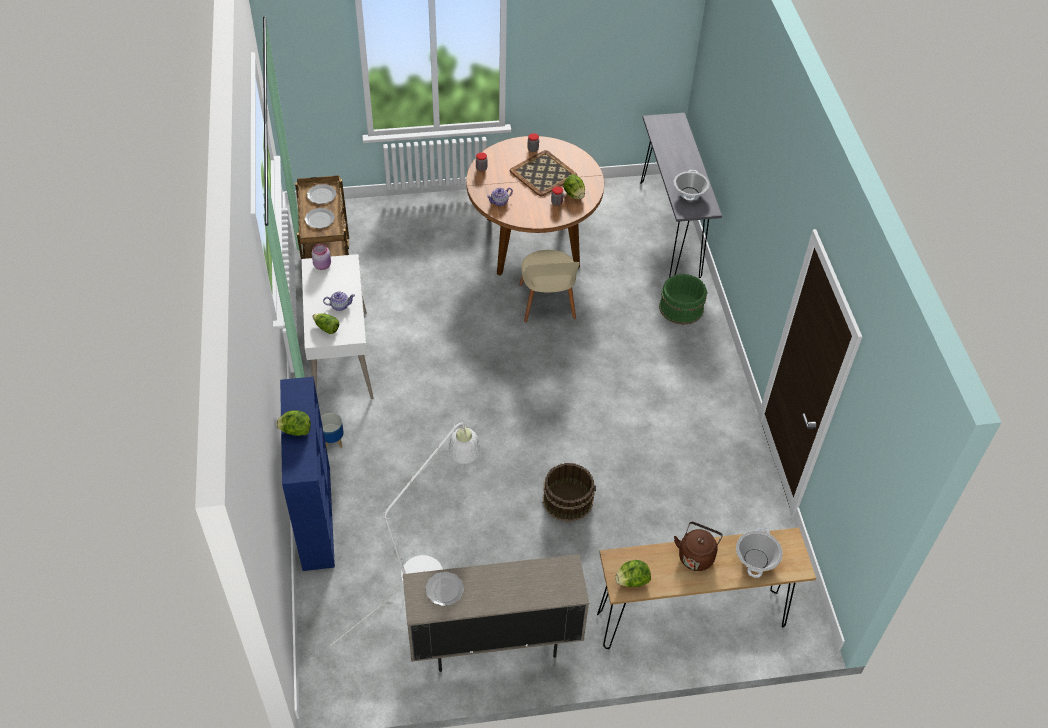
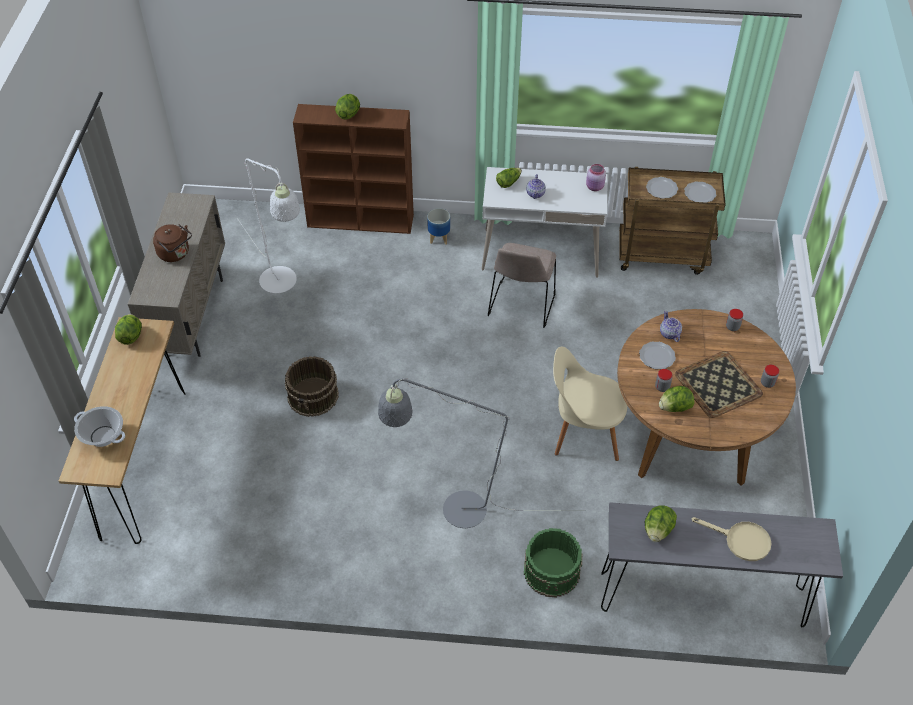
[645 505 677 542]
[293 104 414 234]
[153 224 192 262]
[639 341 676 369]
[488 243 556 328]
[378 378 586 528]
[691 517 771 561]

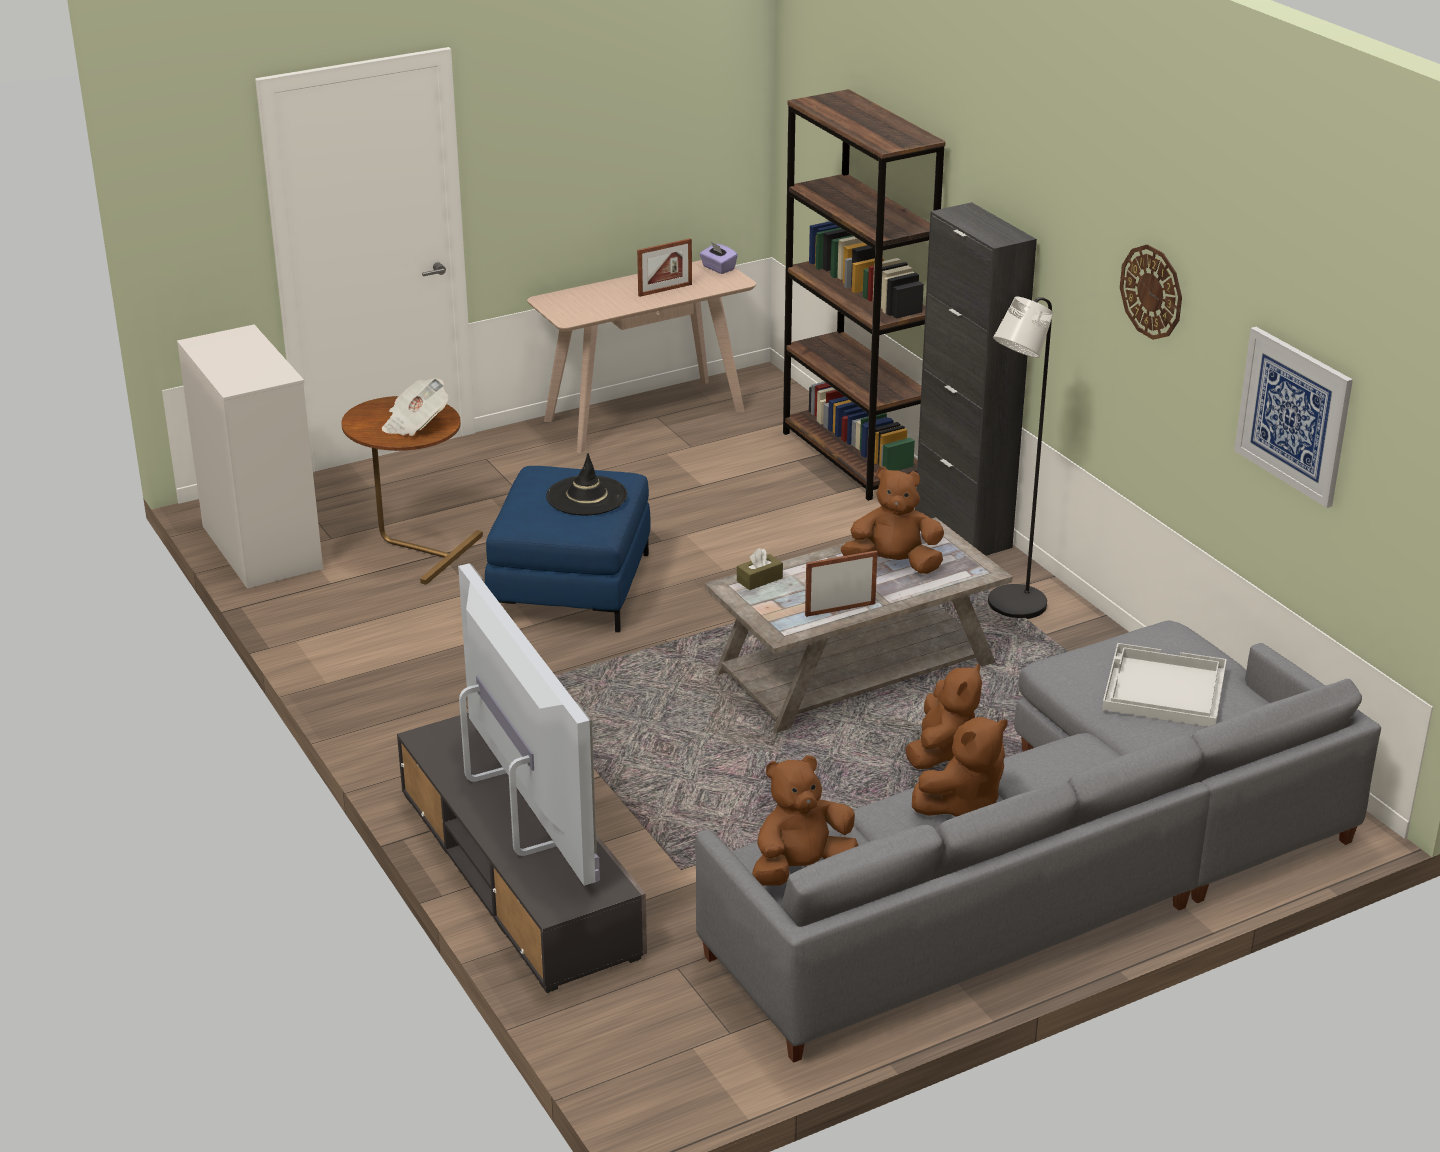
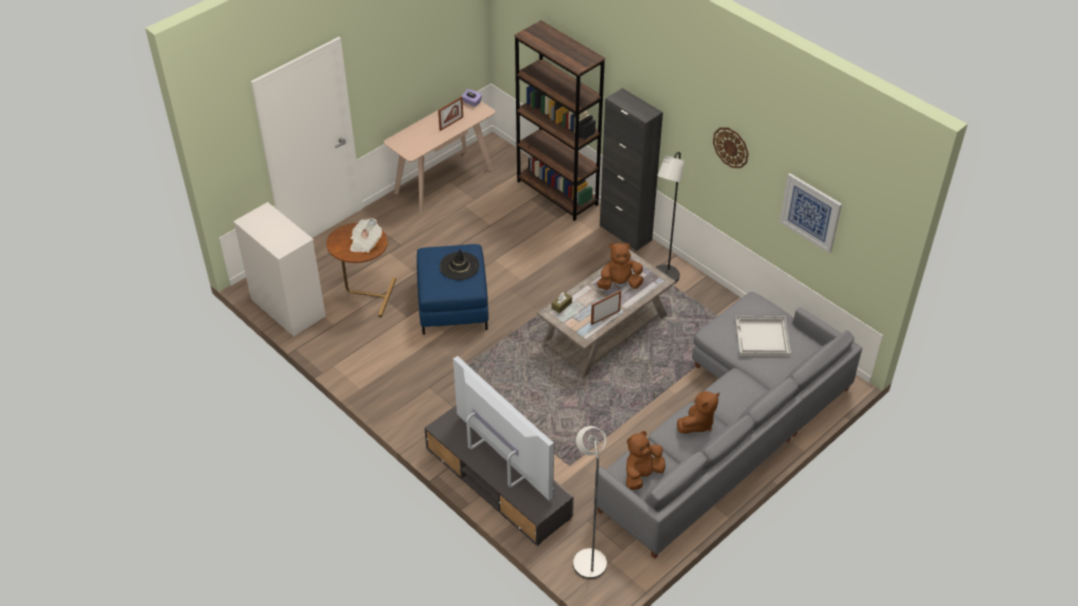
[905 663 982 769] (first image)
[573 426 607 579]

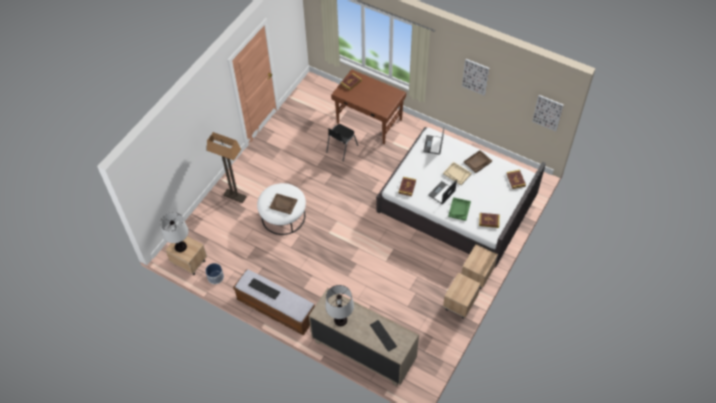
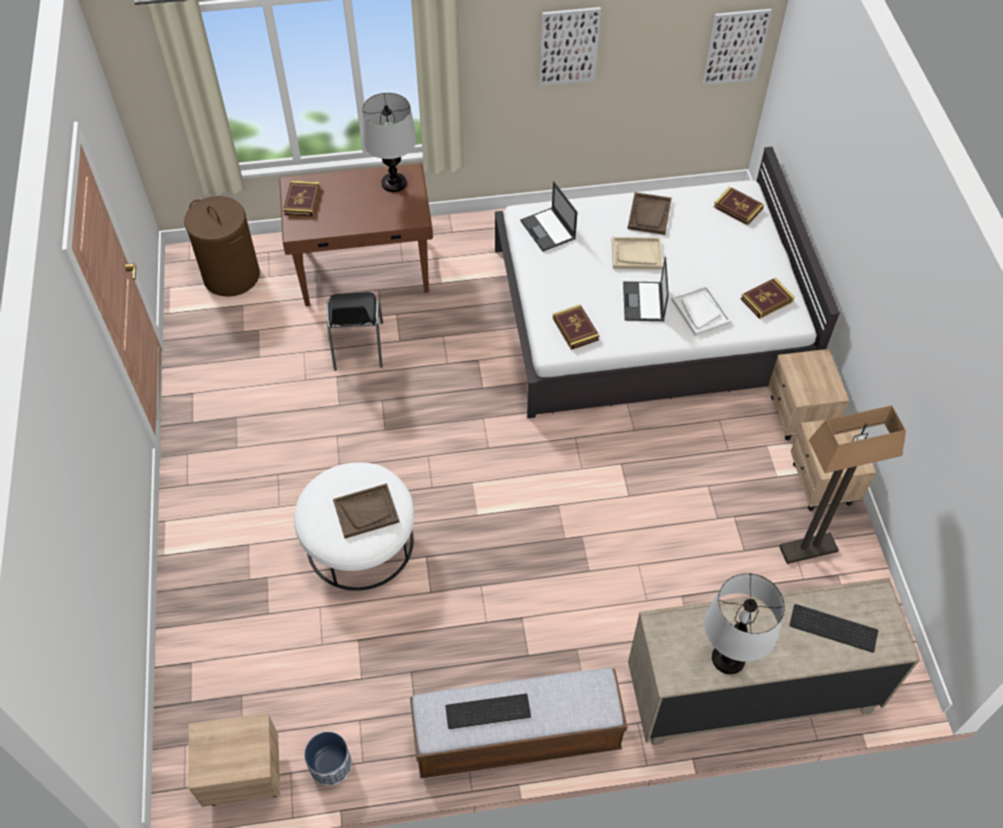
[779 405 906 564]
[671 285 731 336]
[362 93 417 192]
[184 196 260 297]

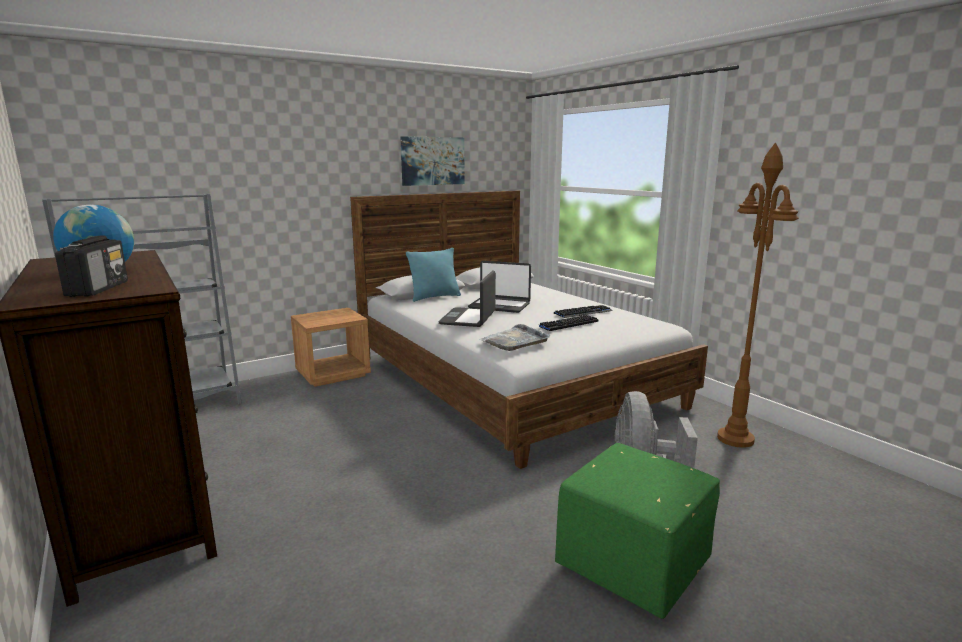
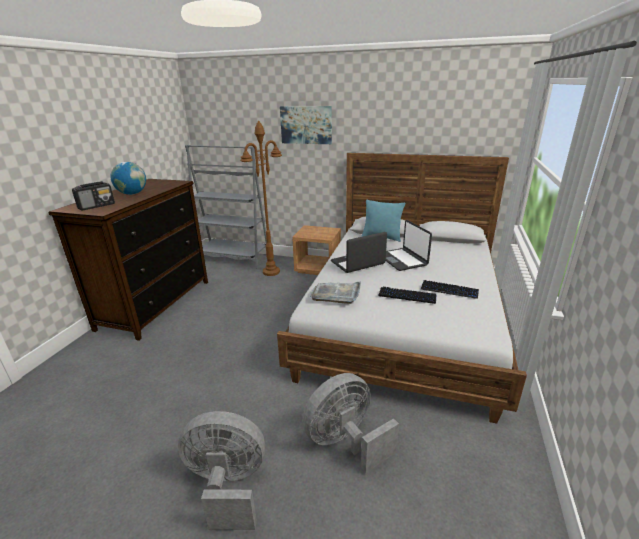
[280 106 332 144]
[240 120 282 276]
[178 411 265 530]

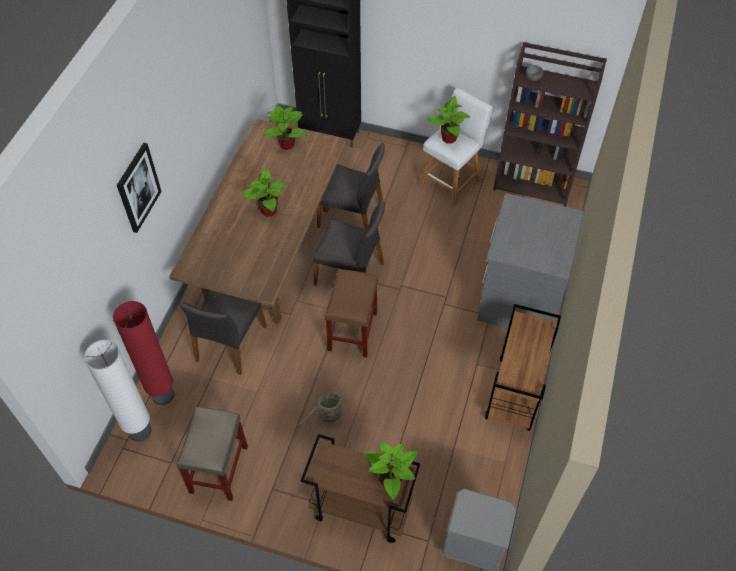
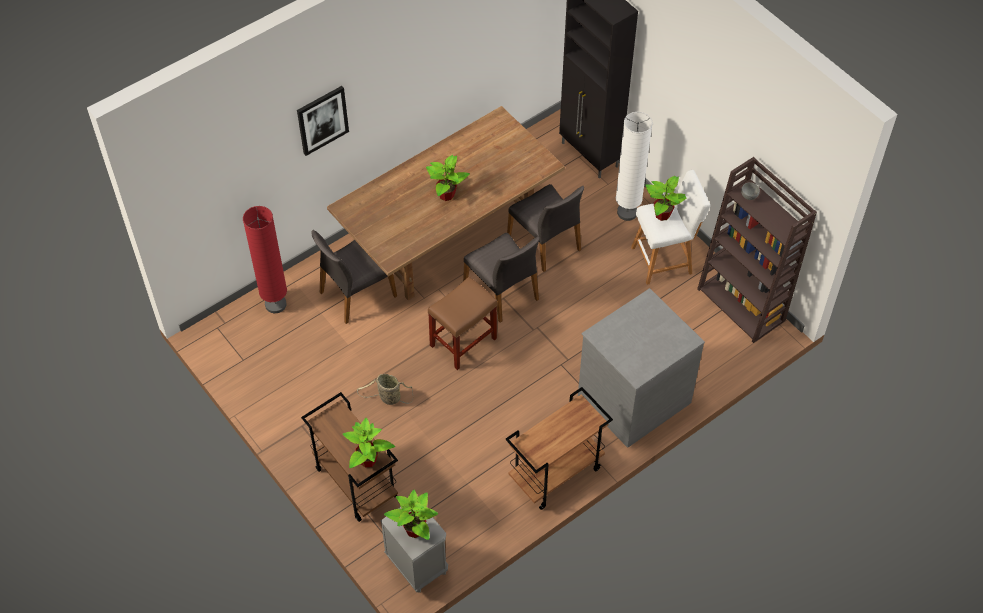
[384 490 439 540]
[616 112 653 221]
[177 407 248 501] (first image)

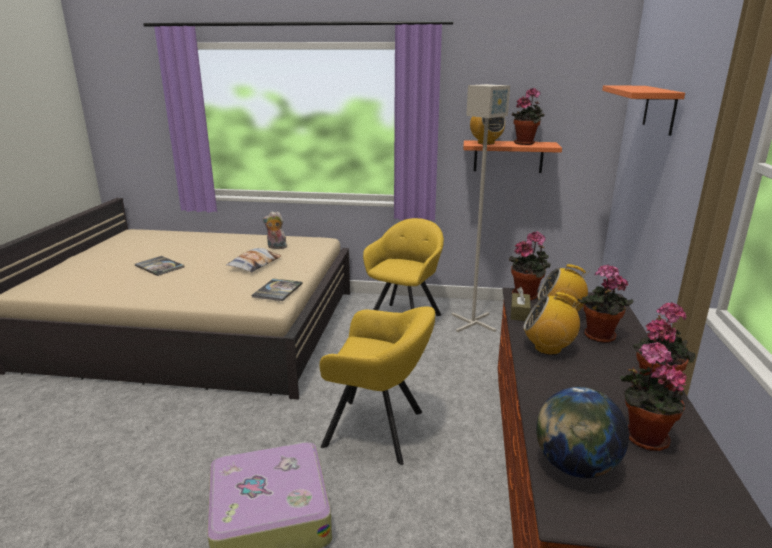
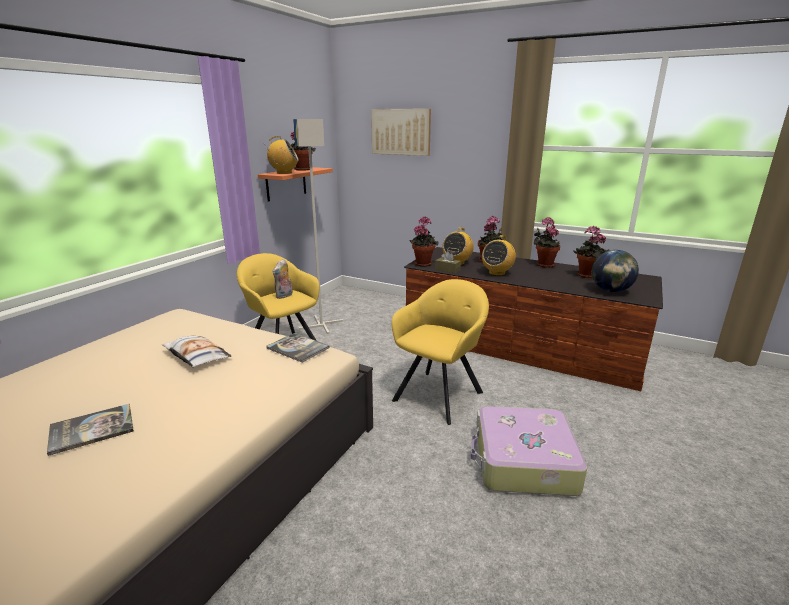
[371 109 431 156]
[272 259 293 299]

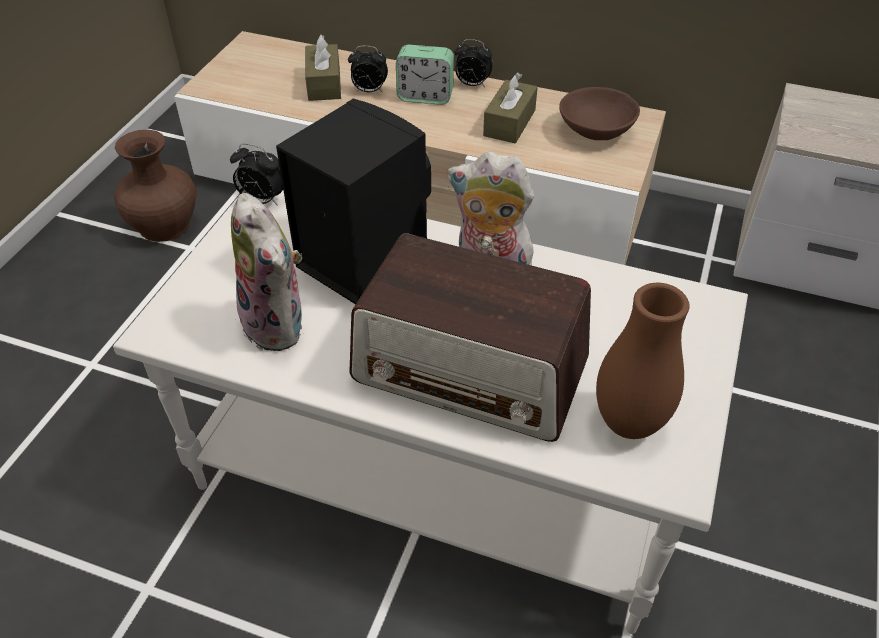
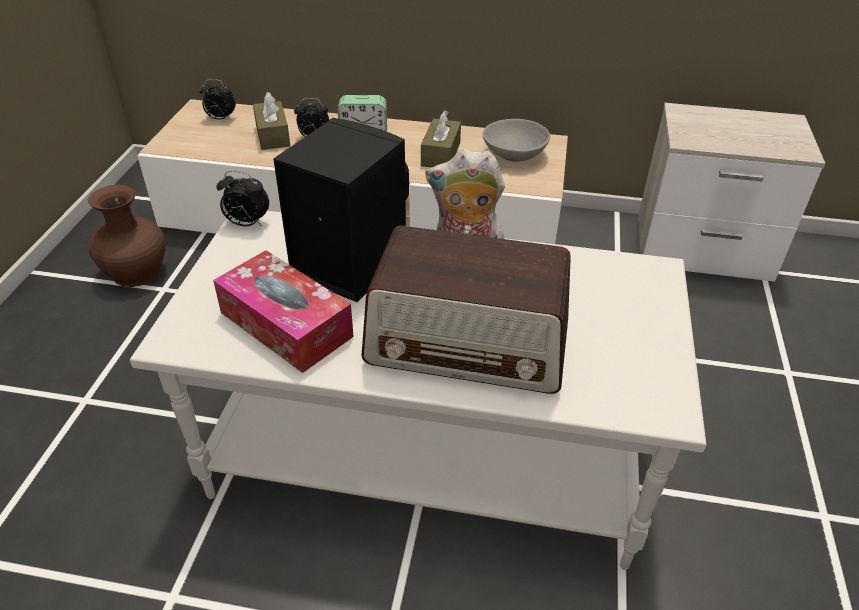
[199 79 236 120]
[483 119 550 162]
[213 250 353 373]
[596 282 690 439] (first image)

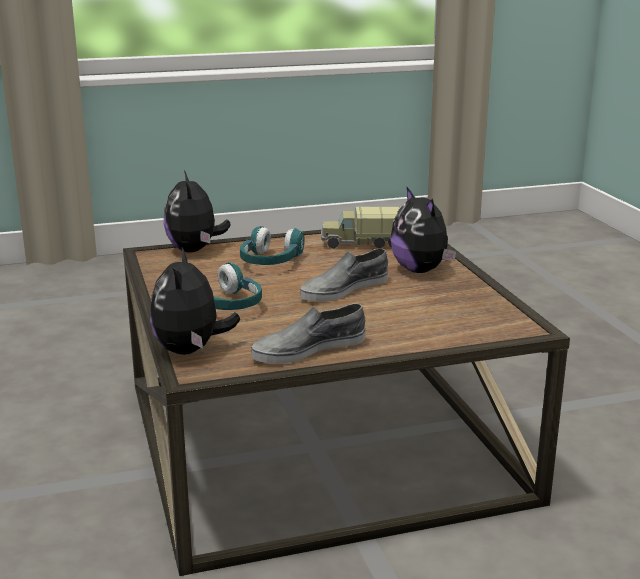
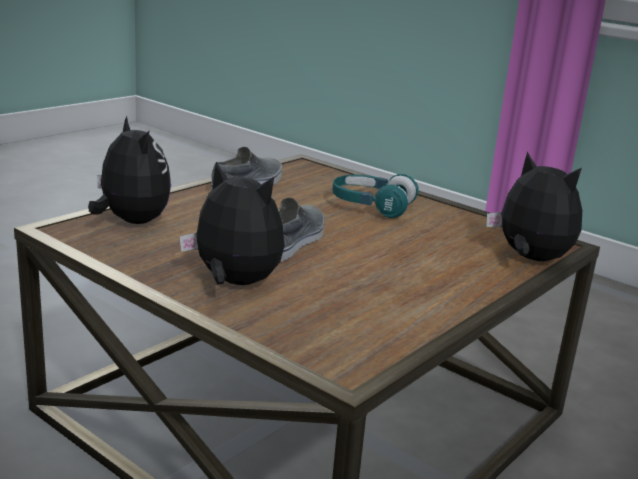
[321 206 401 249] (first image)
[240 226 305 265] (first image)
[88 116 171 224]

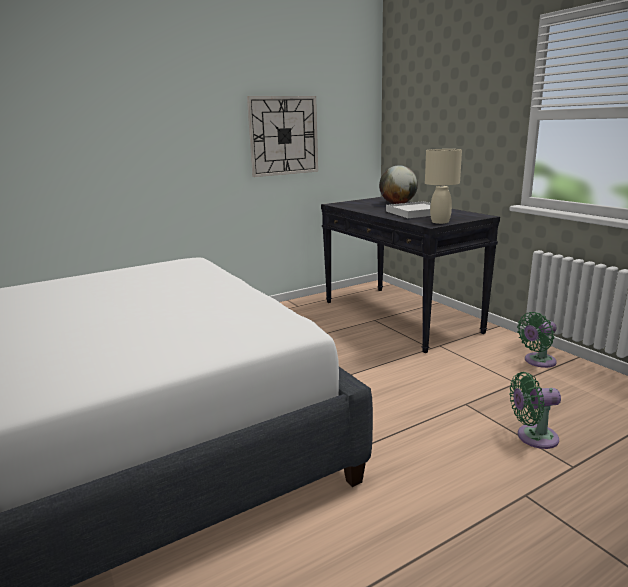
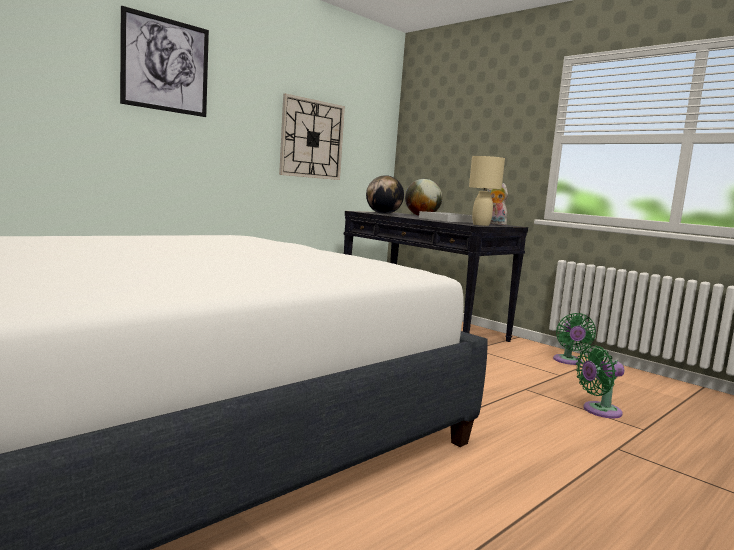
[553 313 596 365]
[120 6 209 117]
[366 175 404 214]
[488 183 508 225]

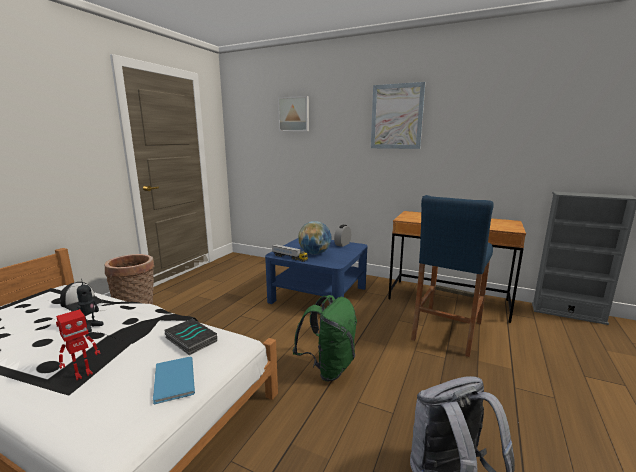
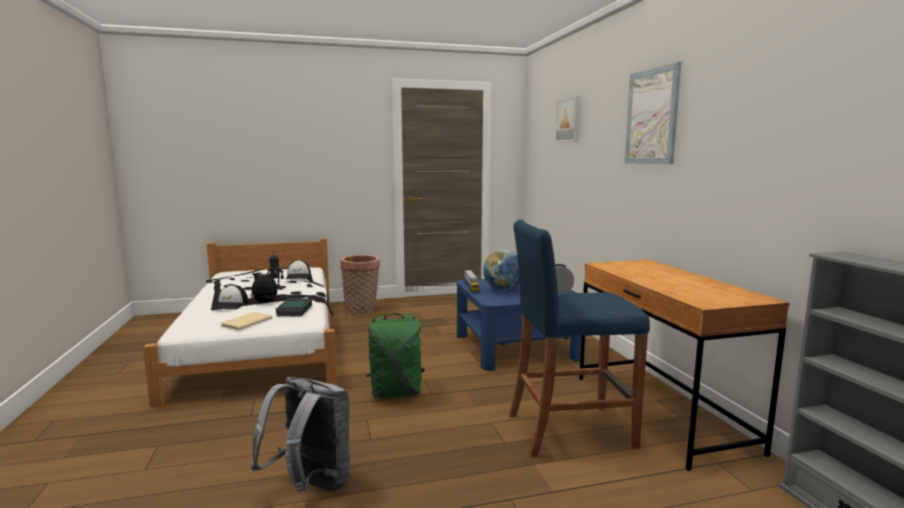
[211 285 248 310]
[220 312 272 330]
[250 271 277 302]

